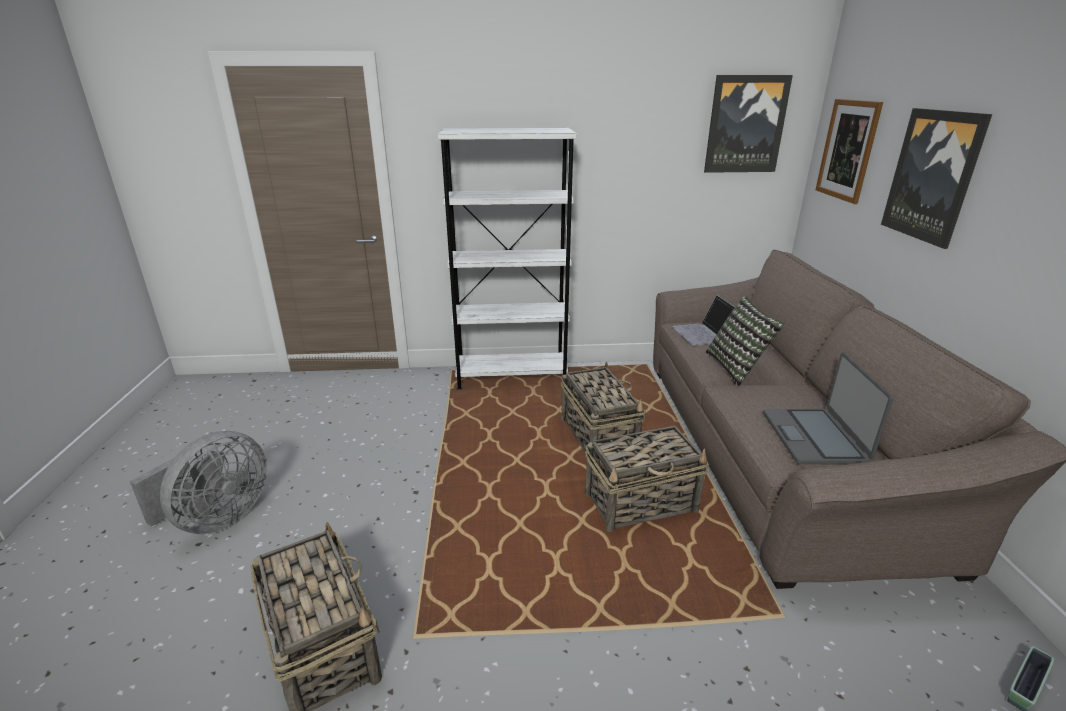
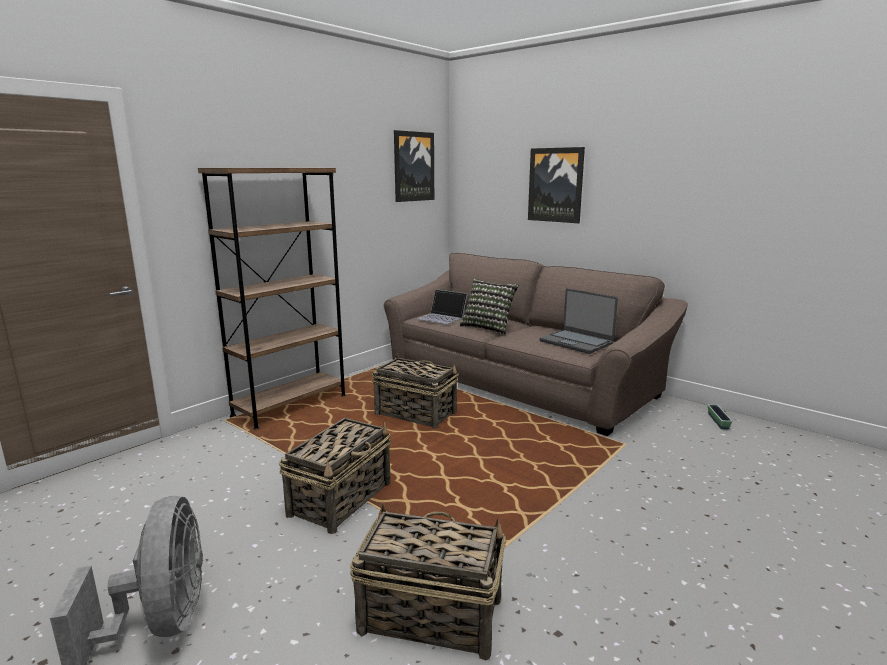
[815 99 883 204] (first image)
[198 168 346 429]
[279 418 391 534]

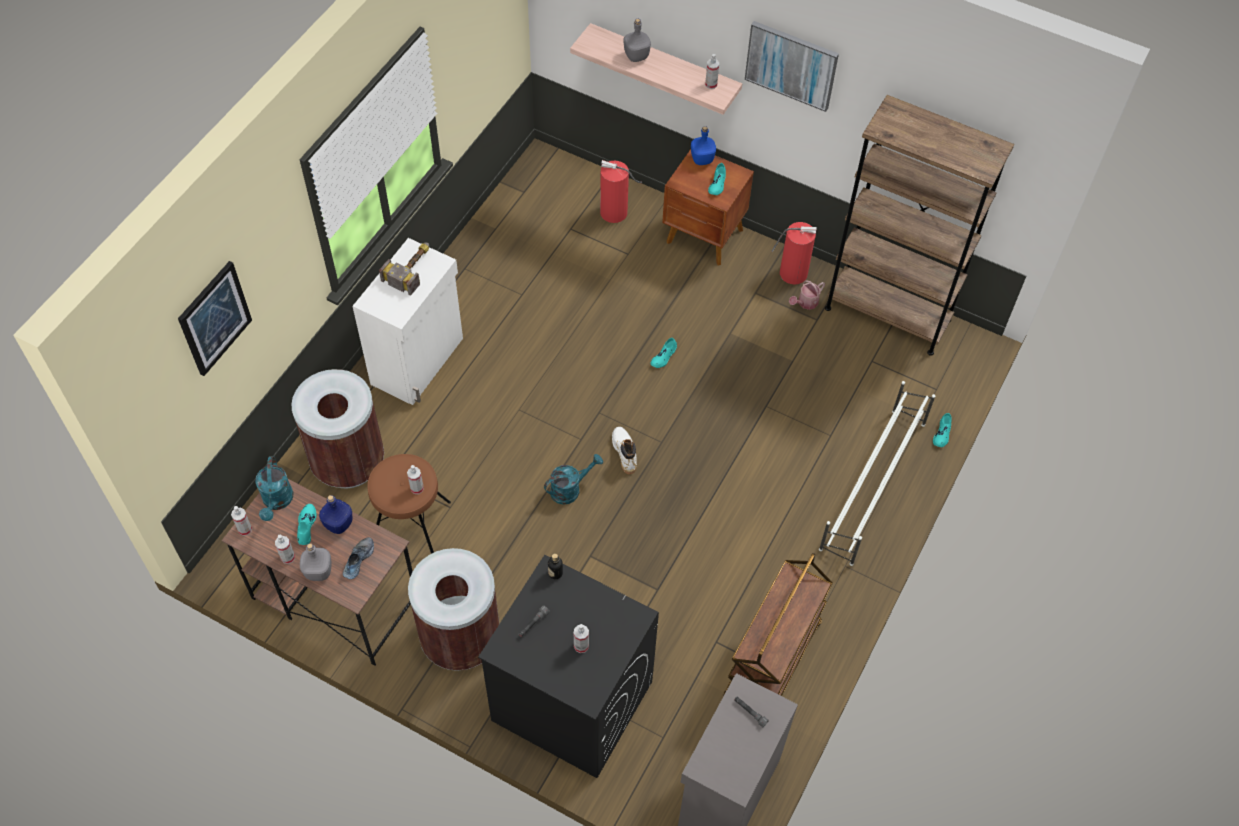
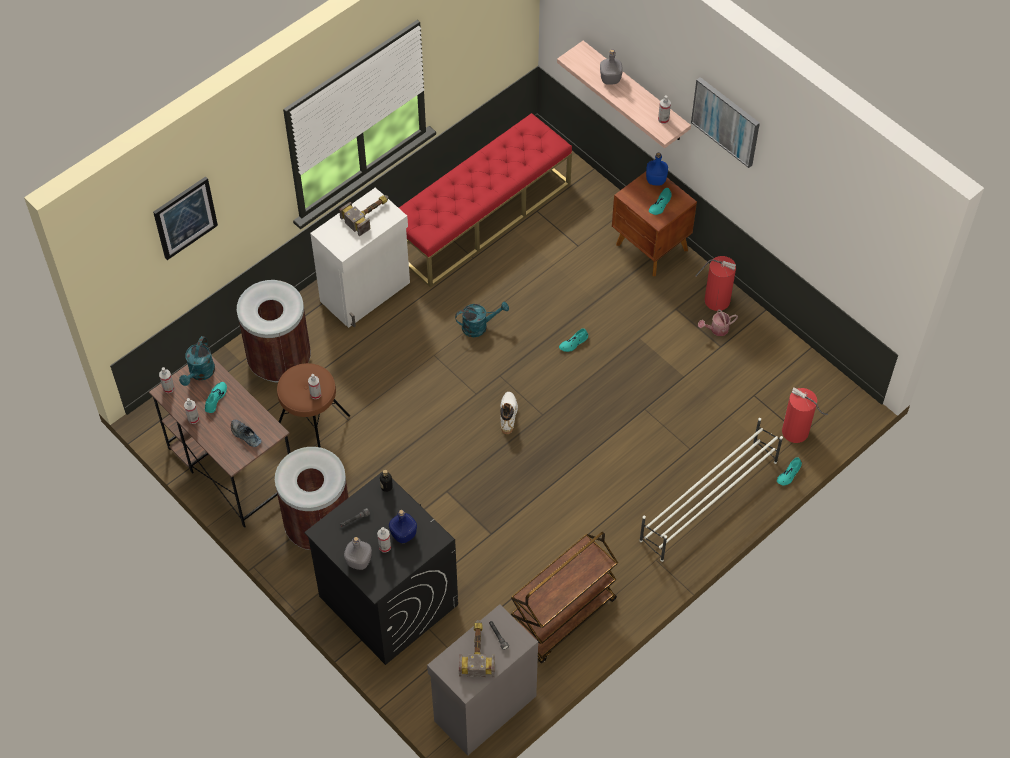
[825 95 1015 356] (first image)
[782 387 828 443]
[455 302 509 337]
[389 510 417 543]
[231 419 261 447]
[344 537 372 570]
[399 113 572 288]
[459 620 495 677]

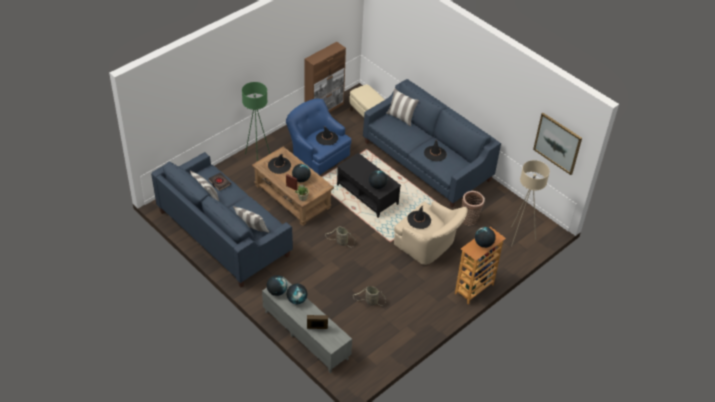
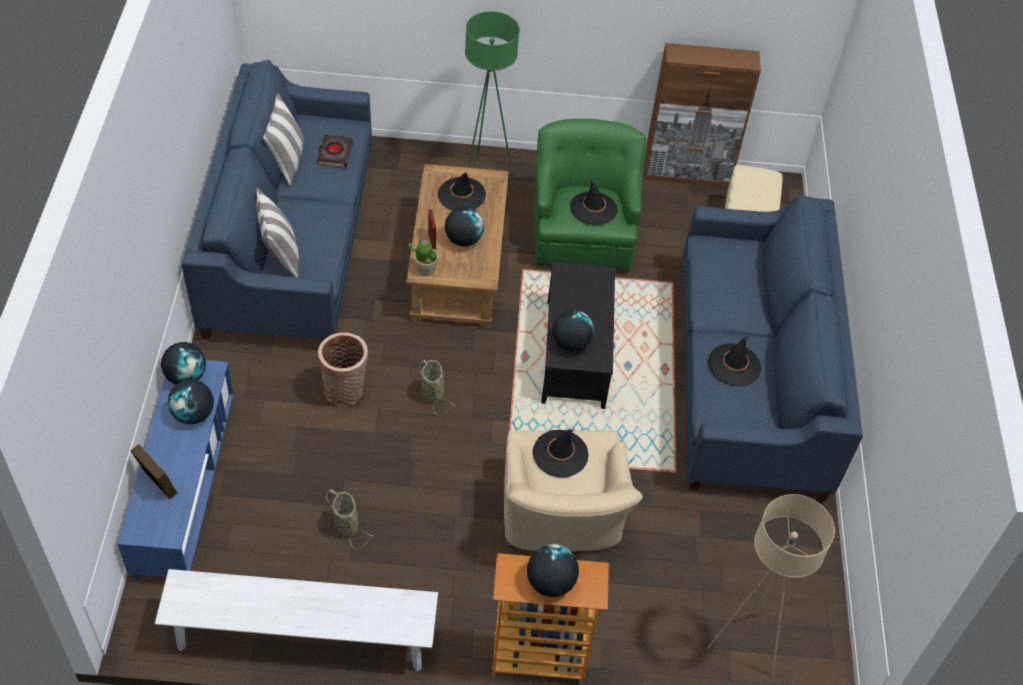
[386 88 419 126] (first image)
[534 119 646 271]
[533 113 582 175] (first image)
[318 332 368 406]
[117 360 234 580]
[155 569 438 671]

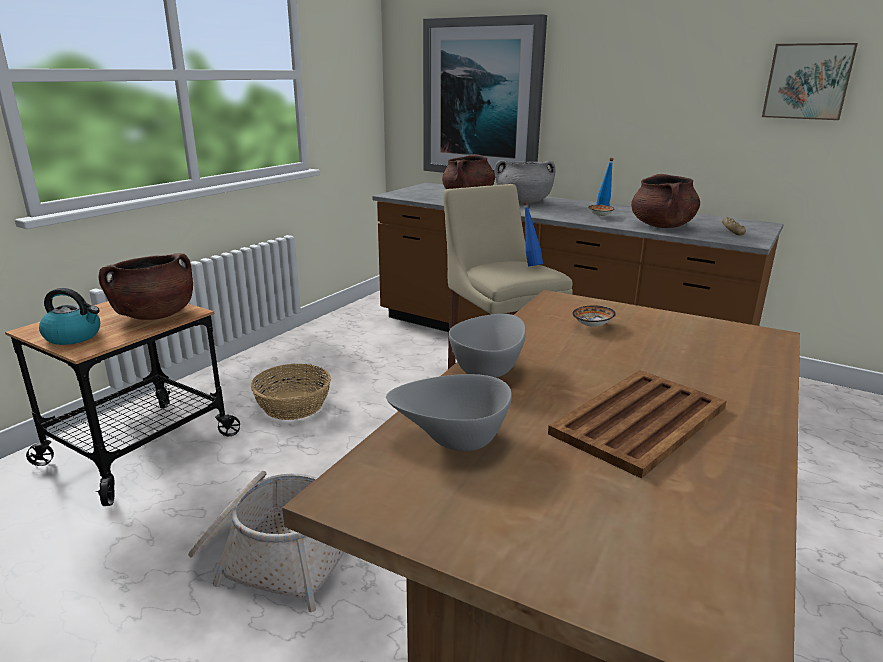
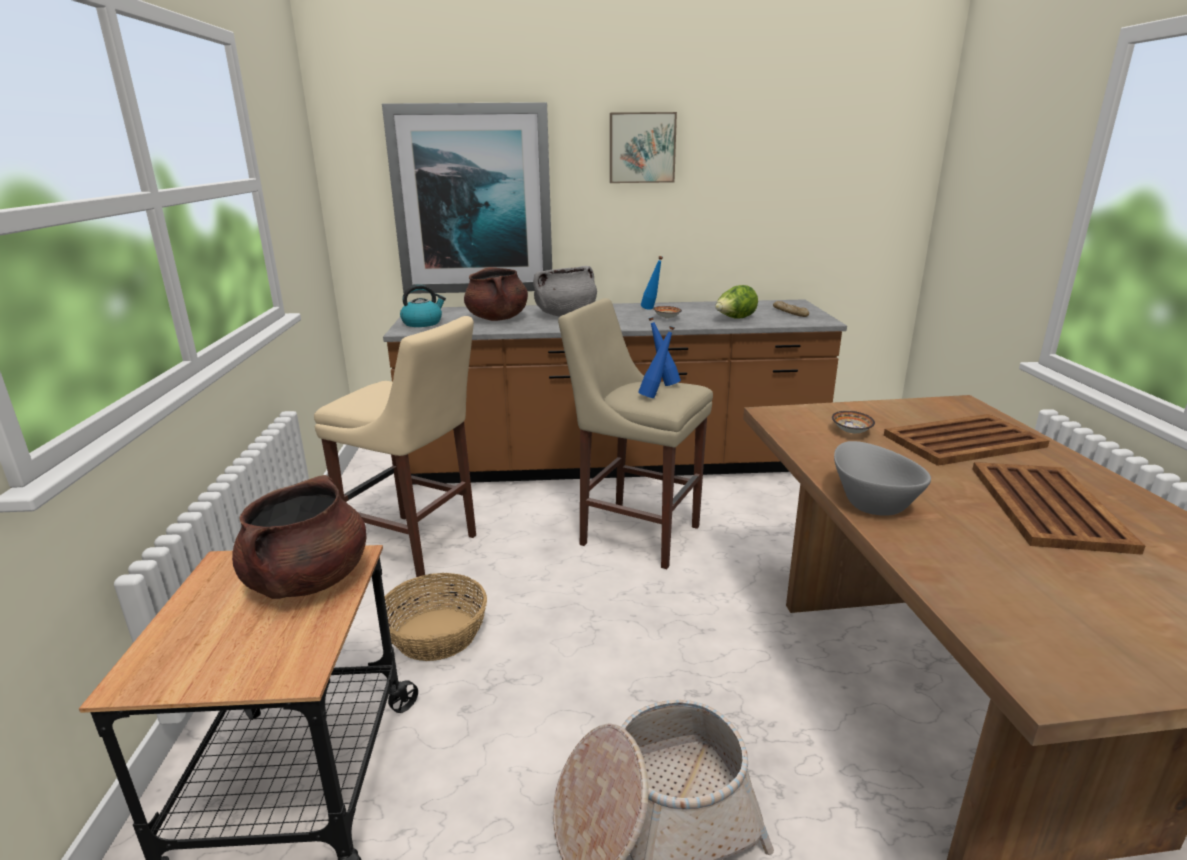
[610 112 677 183]
[715 285 758 319]
[400 284 446 327]
[386 374 512 451] (first image)
[314 316 476 577]
[638 326 675 398]
[884 414 1050 466]

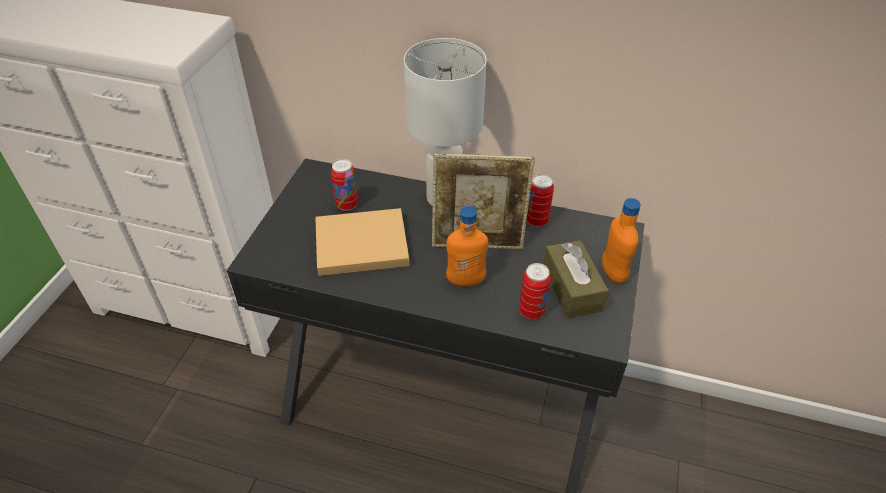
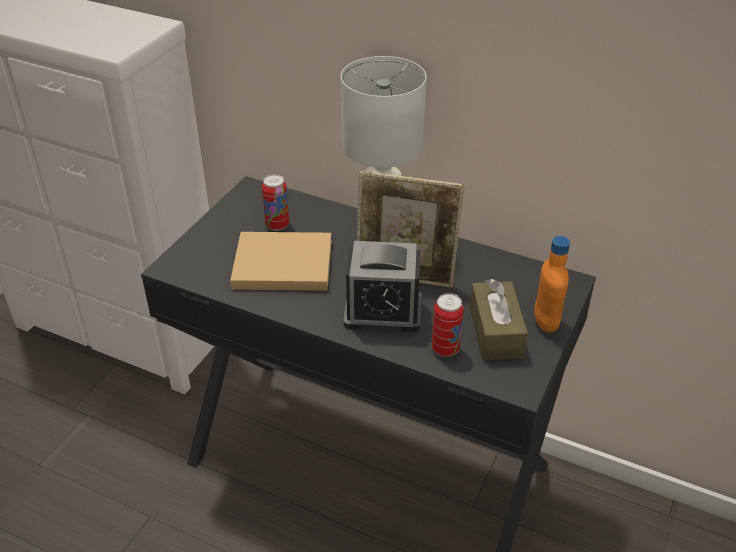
[526 174 554 227] (first image)
[343 241 421 332]

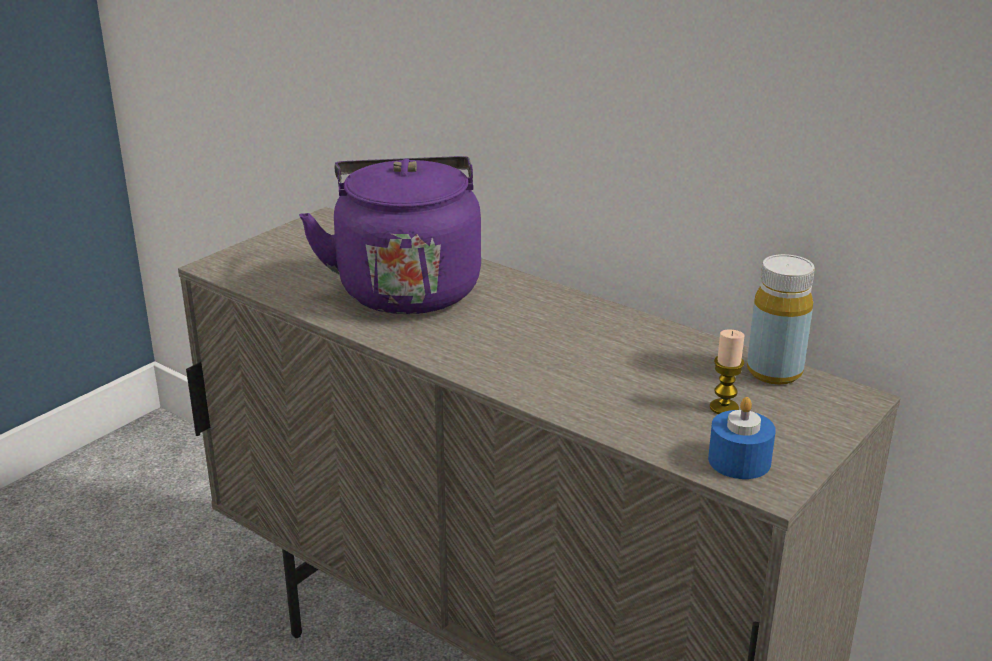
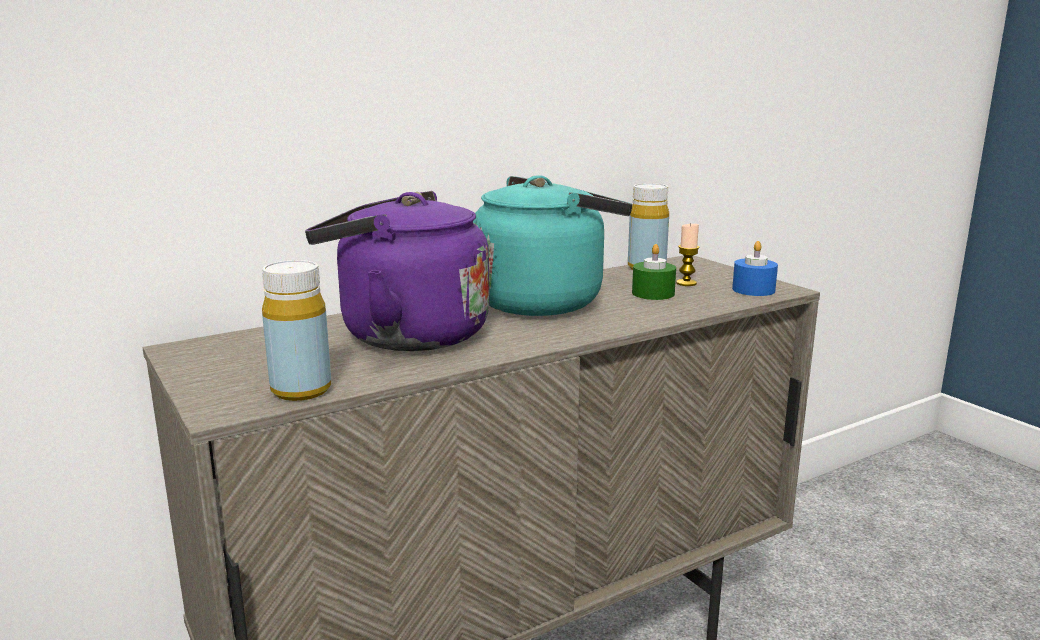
[473 175 632 316]
[632 244 676 300]
[262 260 331 401]

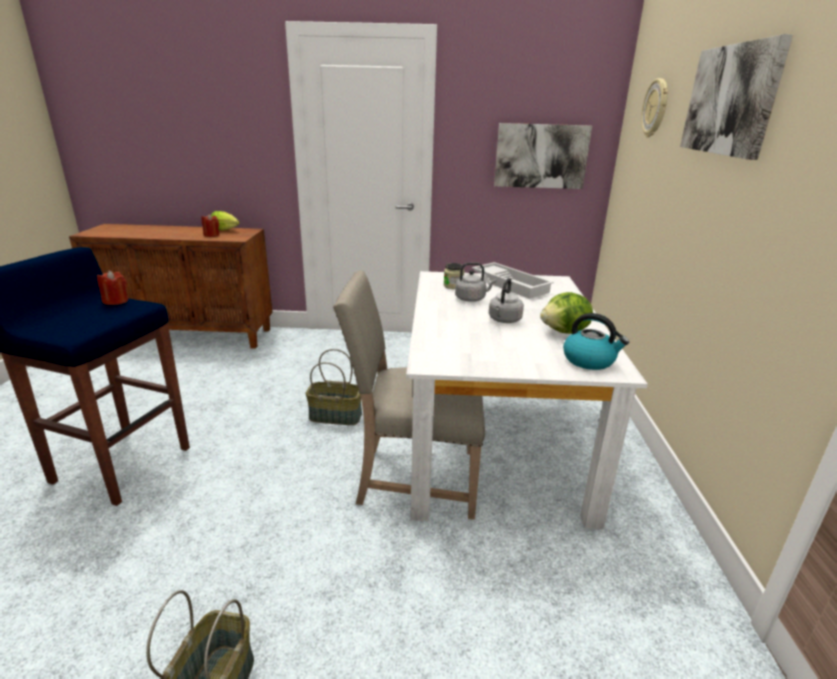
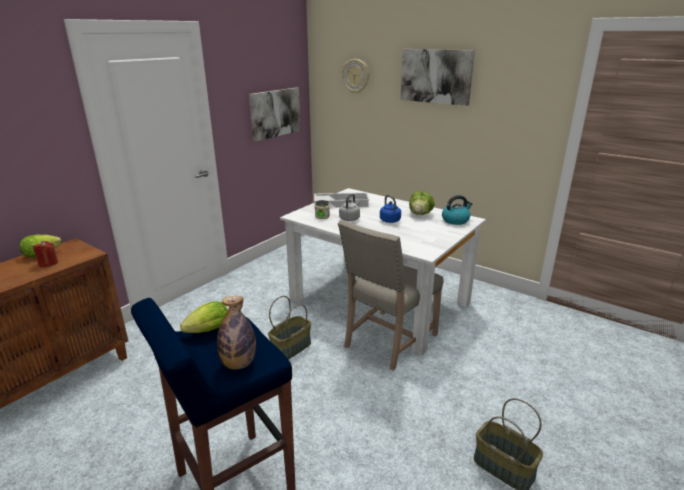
[180 301 228 333]
[380 195 401 223]
[217 296 256 369]

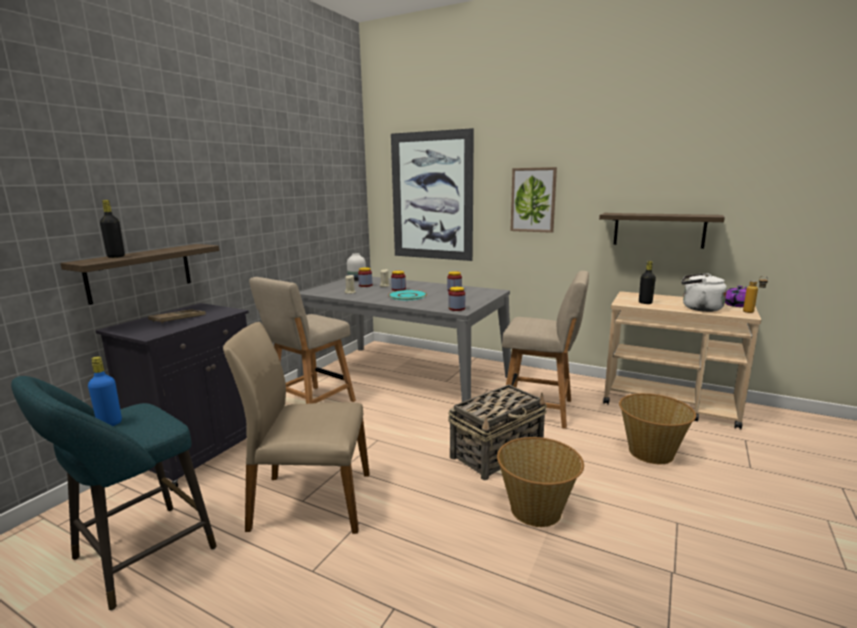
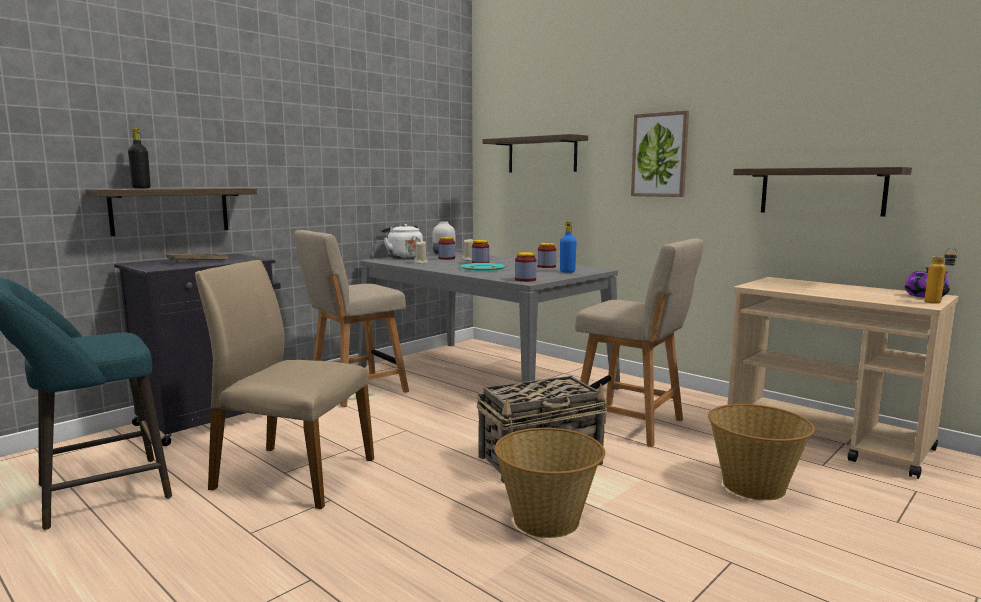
[483 134 588 172]
[639 261 656 304] (first image)
[381 224 423 259]
[560 222 577 273]

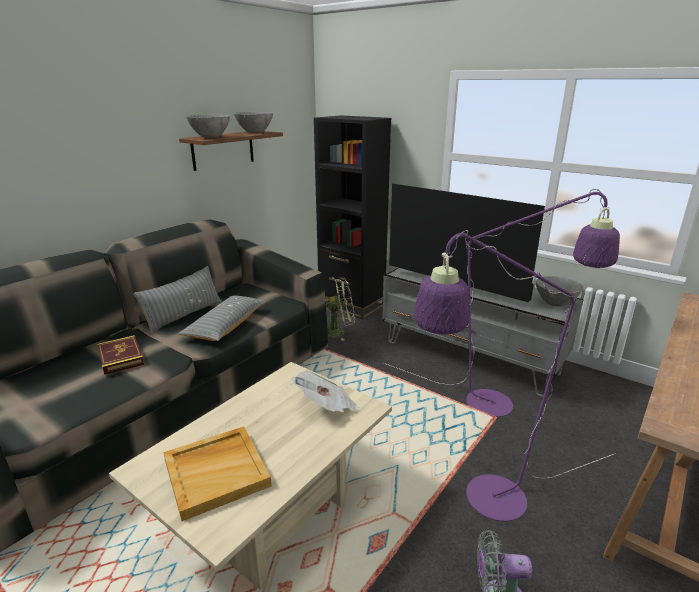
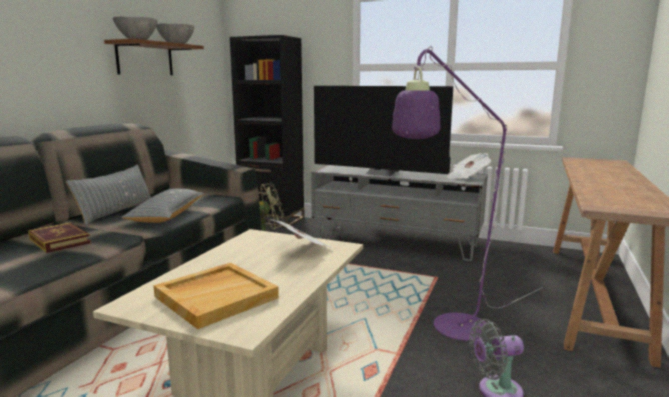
[384 189 620 417] (first image)
[447 153 491 179]

